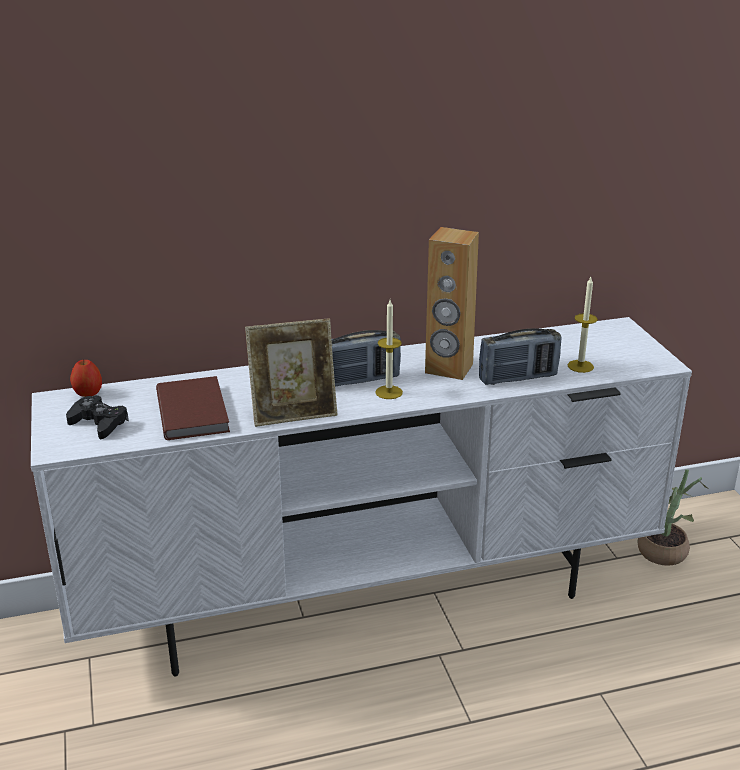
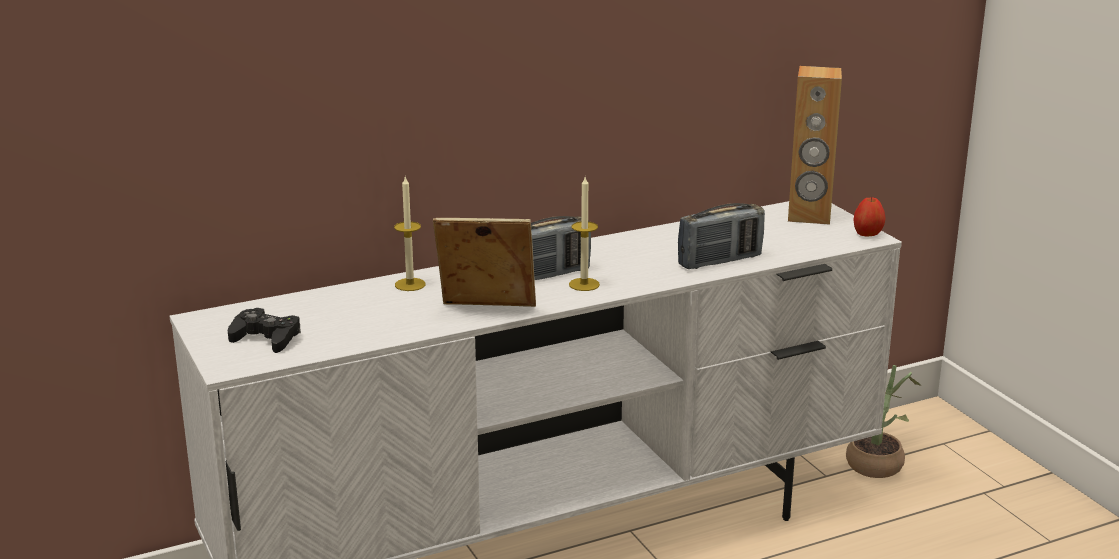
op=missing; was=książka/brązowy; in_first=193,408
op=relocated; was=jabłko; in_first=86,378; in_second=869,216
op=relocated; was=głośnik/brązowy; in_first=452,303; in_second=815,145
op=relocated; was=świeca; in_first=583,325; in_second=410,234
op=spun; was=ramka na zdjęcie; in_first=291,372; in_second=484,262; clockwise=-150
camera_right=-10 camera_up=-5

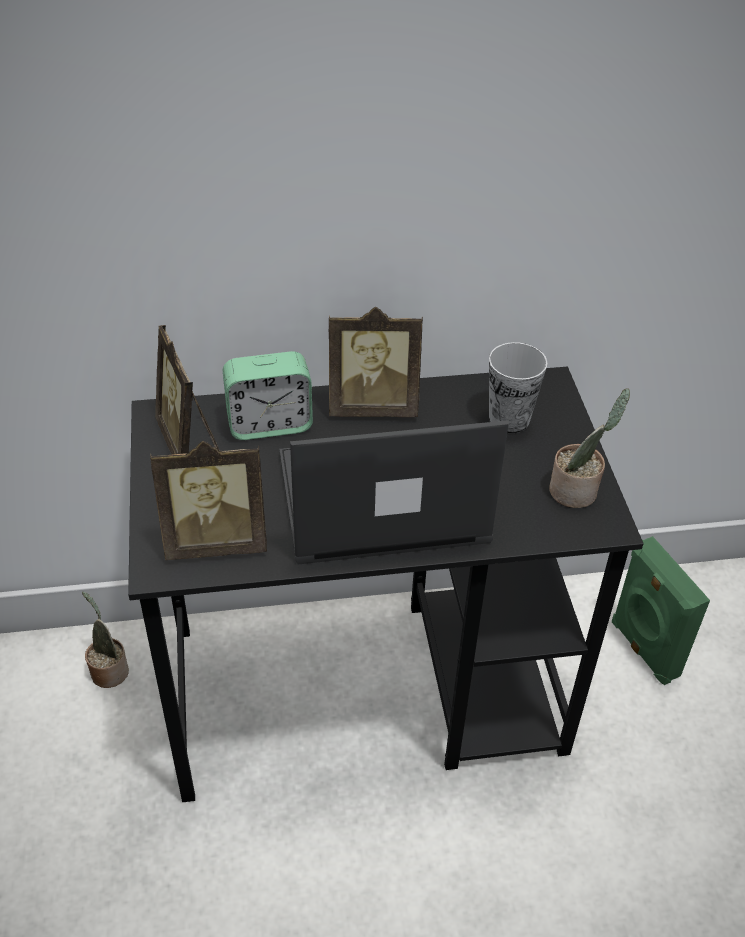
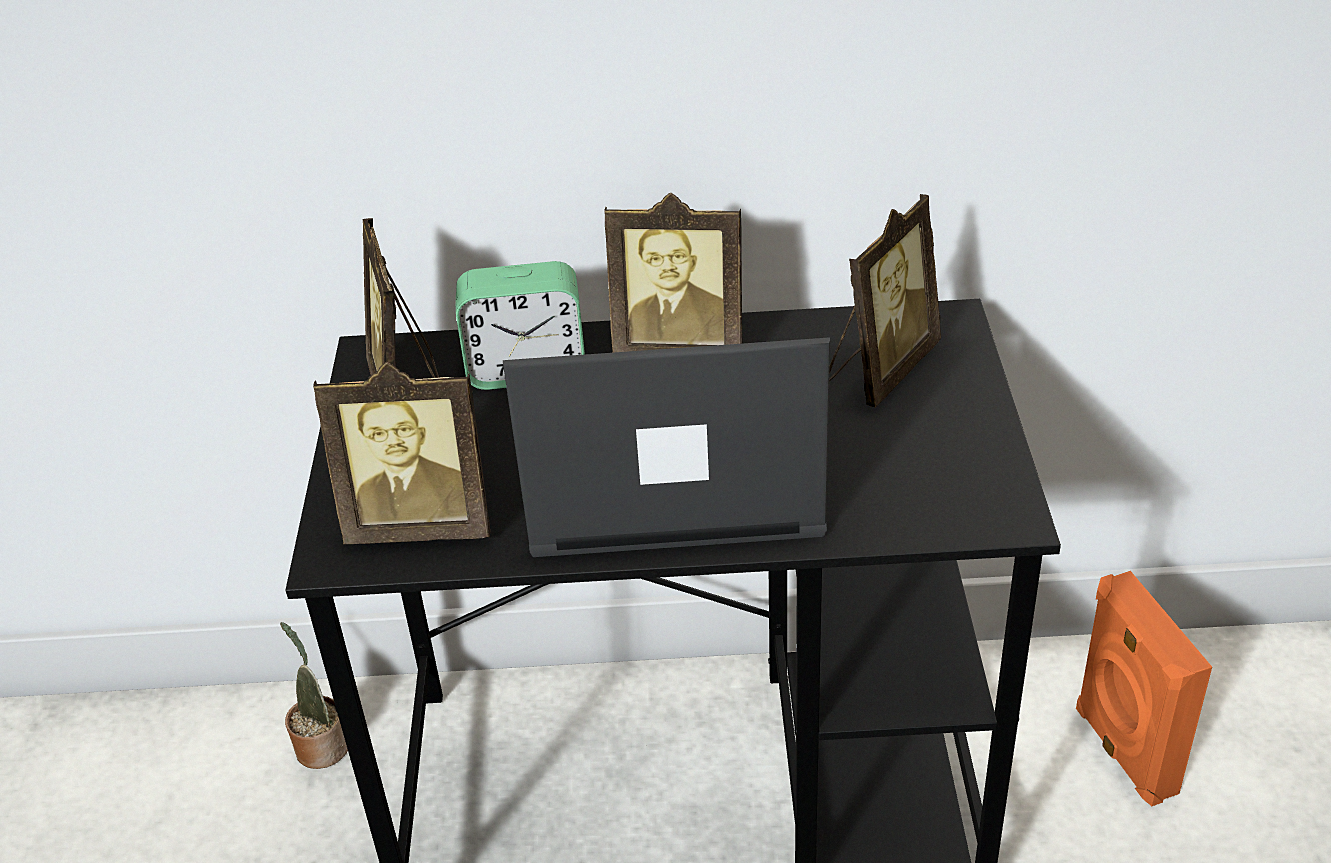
op=missing; was=roślina doniczkowa; in_first=589,448
op=exchanged; was=filiżanka; now=ramka na zdjęcie; in_first=518,387; in_second=885,300
op=colour; was=głośnik/zielony; now=głośnik/pomarańczowy; in_first=661,610; in_second=1144,688
camera_right=10 camera_up=-5

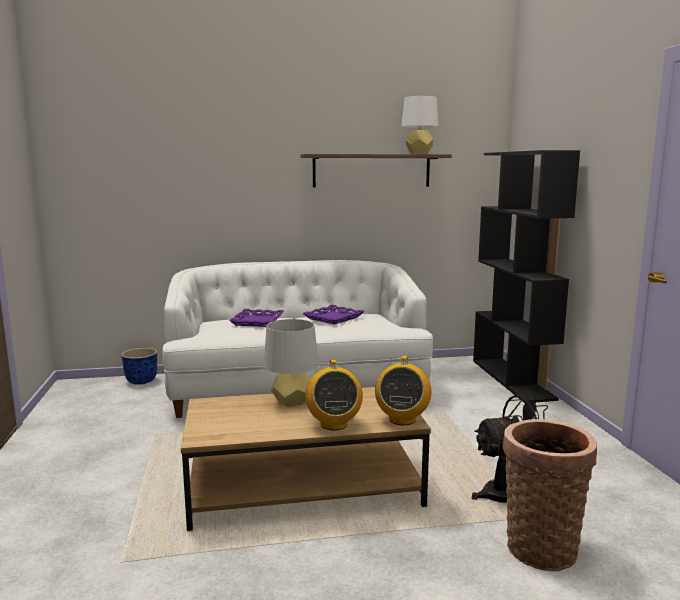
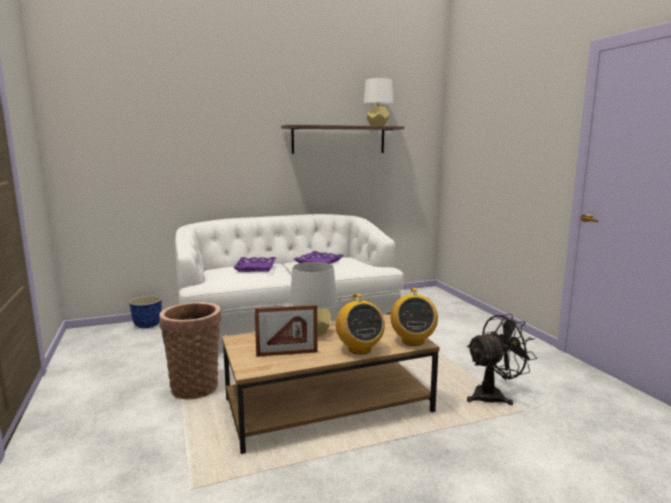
op=missing; was=regał/czarny; in_first=526,276
op=appeared; now=ramka na zdjęcie; in_second=286,331
op=relocated; was=koszyk; in_first=550,495; in_second=190,350
camera_right=-10 camera_up=0

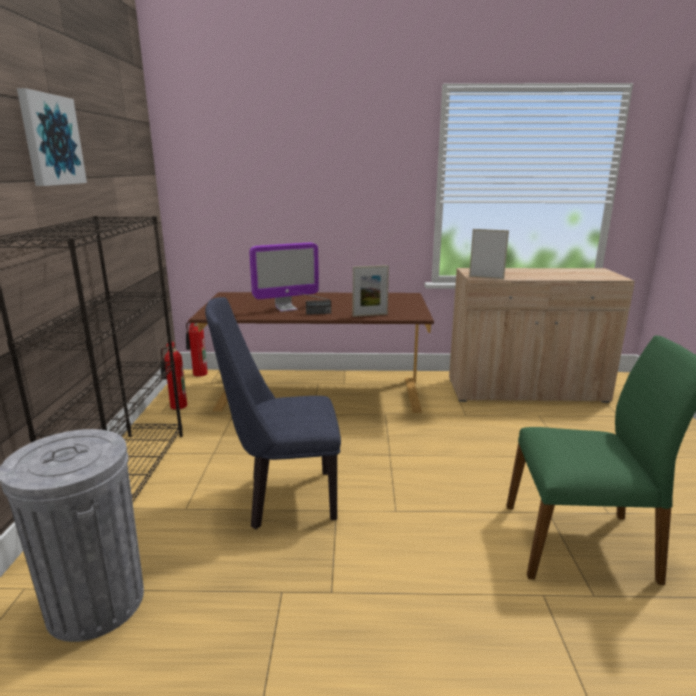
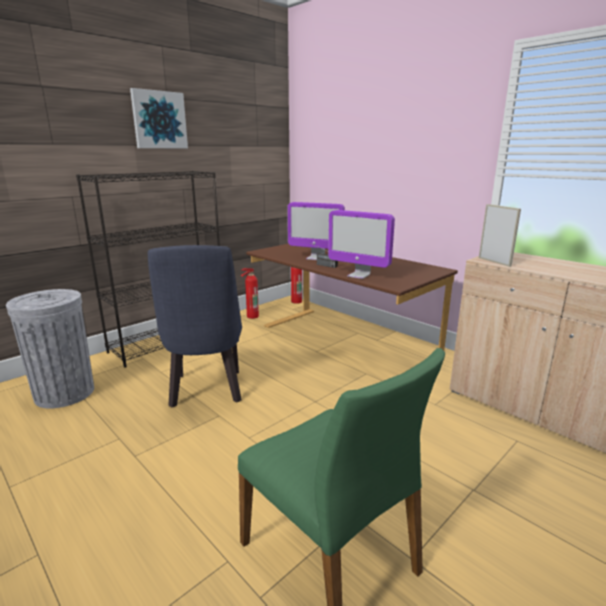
op=exchanged; was=ramka na zdjęcie; now=monitor; in_first=371,291; in_second=361,244
op=spun; was=krzesło/niebieski; in_first=273,413; in_second=195,326; clockwise=-135
camera_right=45 camera_up=0

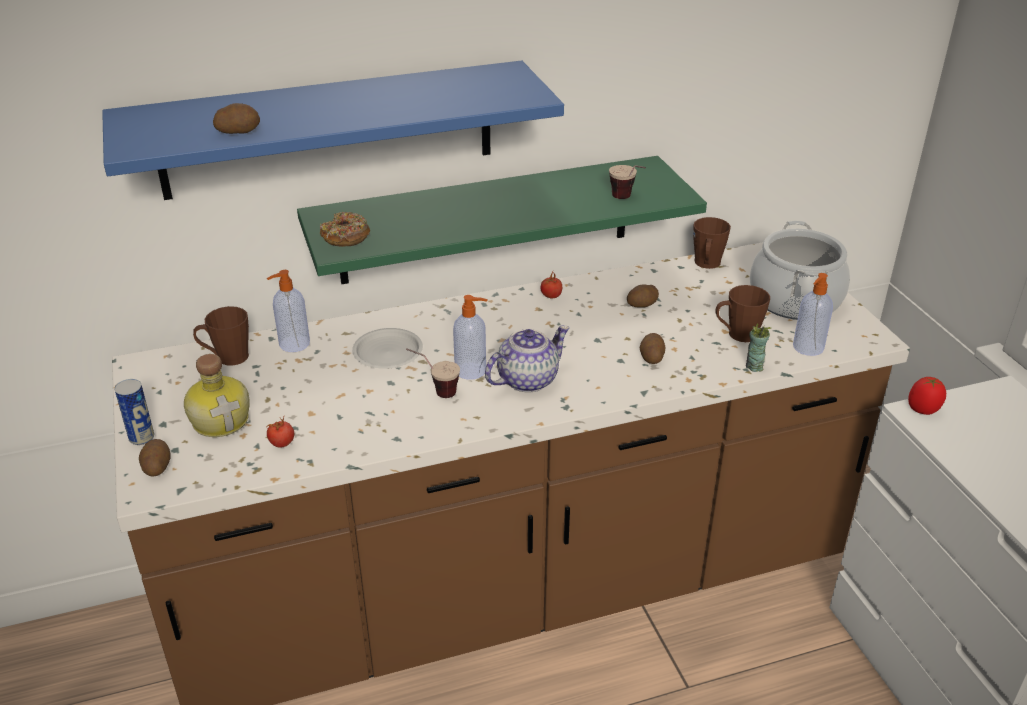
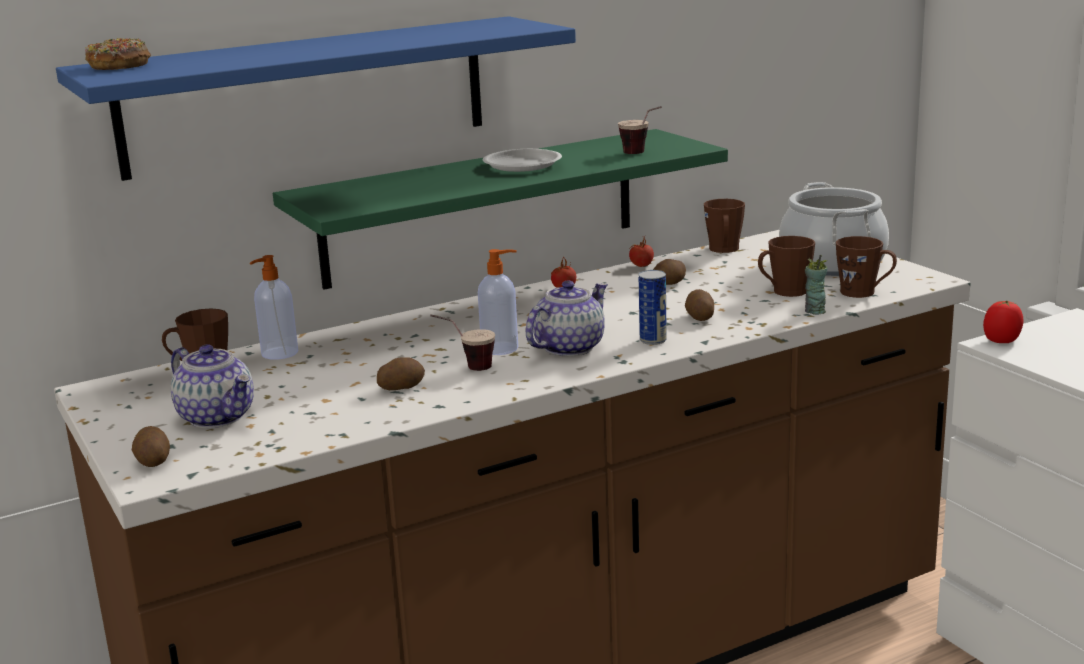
op=relocated; was=puszka; in_first=134,412; in_second=653,307
op=relocated; was=ziemniak; in_first=236,118; in_second=401,373
op=relocated; was=pomidor; in_first=280,432; in_second=641,252
op=relocated; was=donut; in_first=345,229; in_second=118,54
op=relocated; was=talerz/biały; in_first=387,348; in_second=522,160
op=exchanged; was=butelka; now=imbryk; in_first=217,395; in_second=212,386
op=exchanged; was=dozownik mydła; now=kubek/brązowy; in_first=813,314; in_second=866,267
camera_right=-10 camera_up=-15

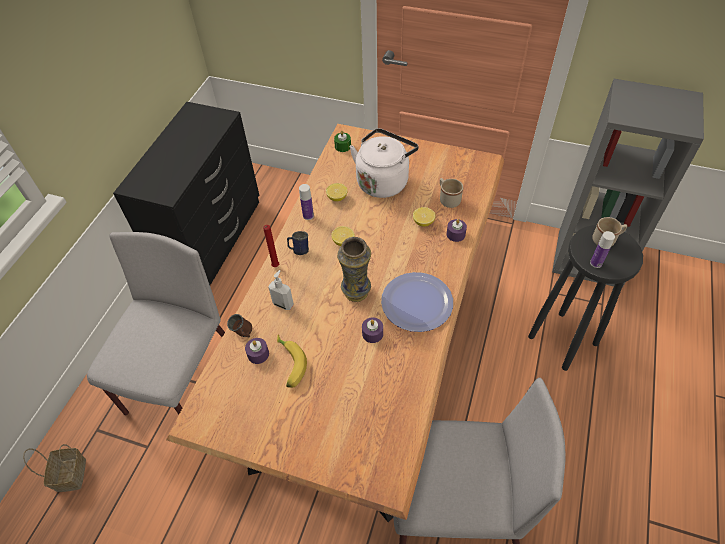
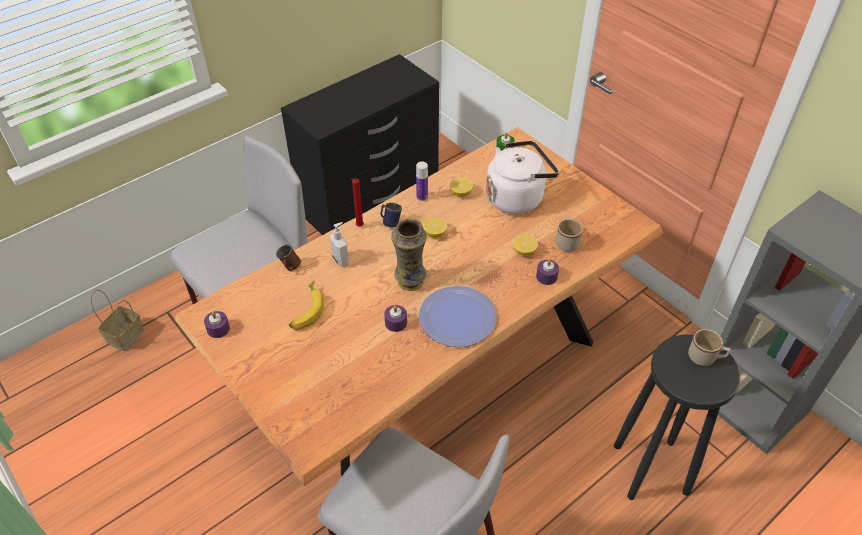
op=missing; was=butelka; in_first=602,249
op=relocated; was=świeca/fioletowy; in_first=257,351; in_second=217,324
camera_right=30 camera_up=-5

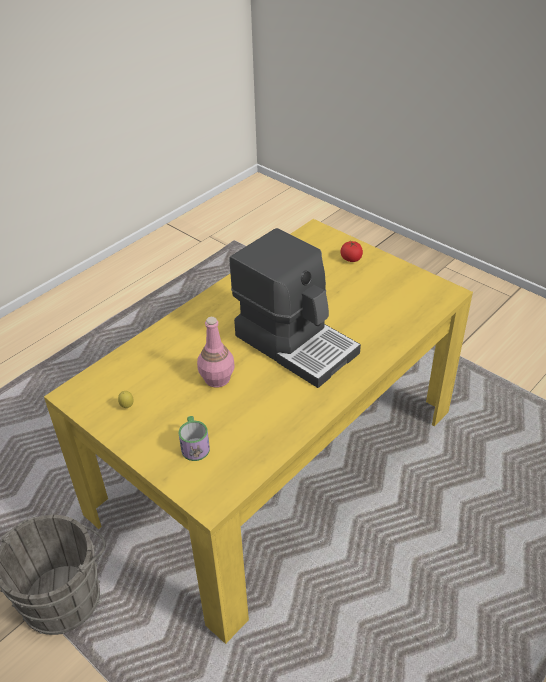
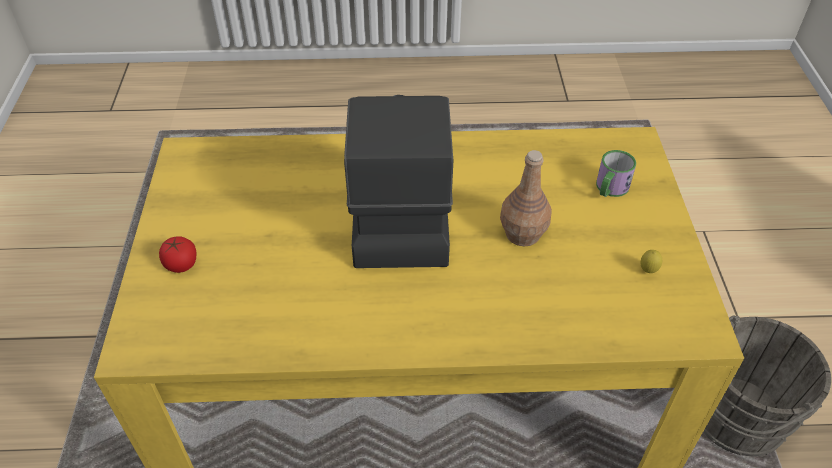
op=colour; was=butelka/różowy; now=butelka/brązowy; in_first=216,352; in_second=526,198
camera_right=-135 camera_up=5

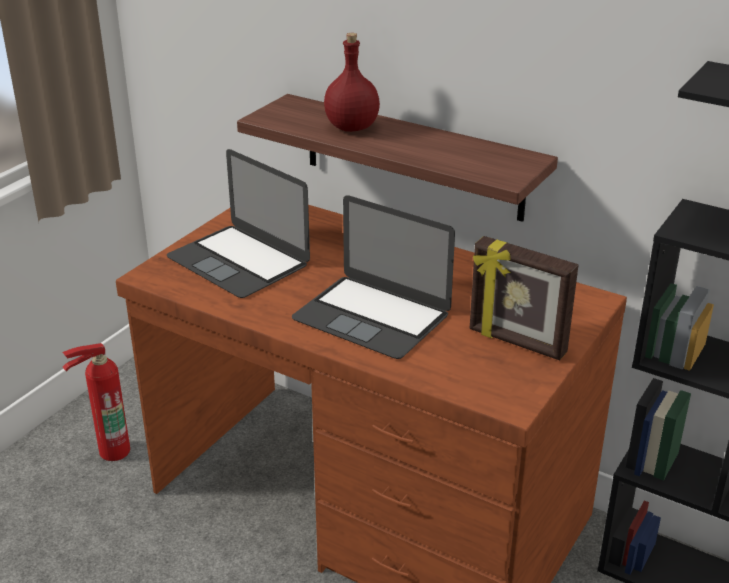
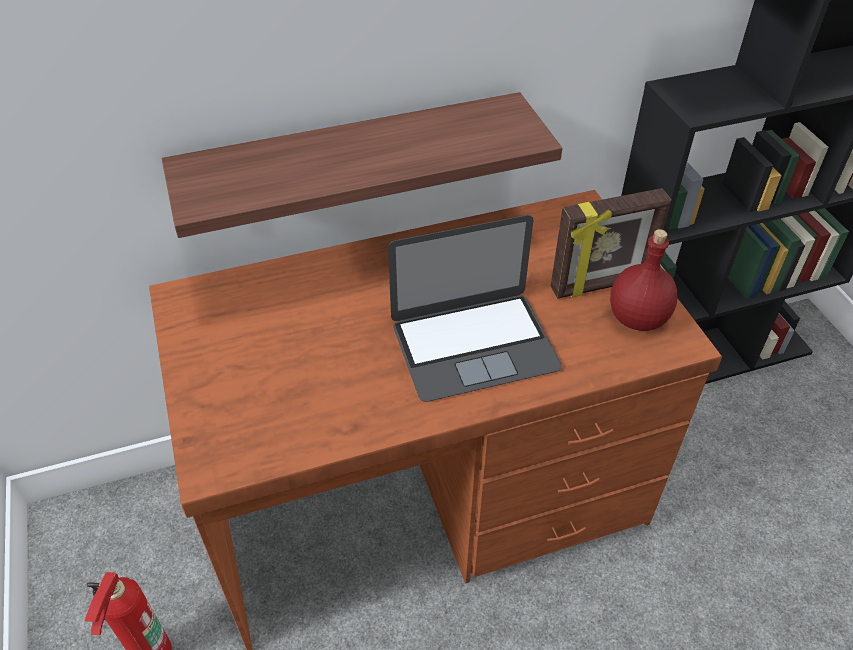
op=missing; was=laptop; in_first=238,223
op=relocated; was=butelka/czerwony; in_first=352,82; in_second=643,280
camera_right=-50 camera_up=15

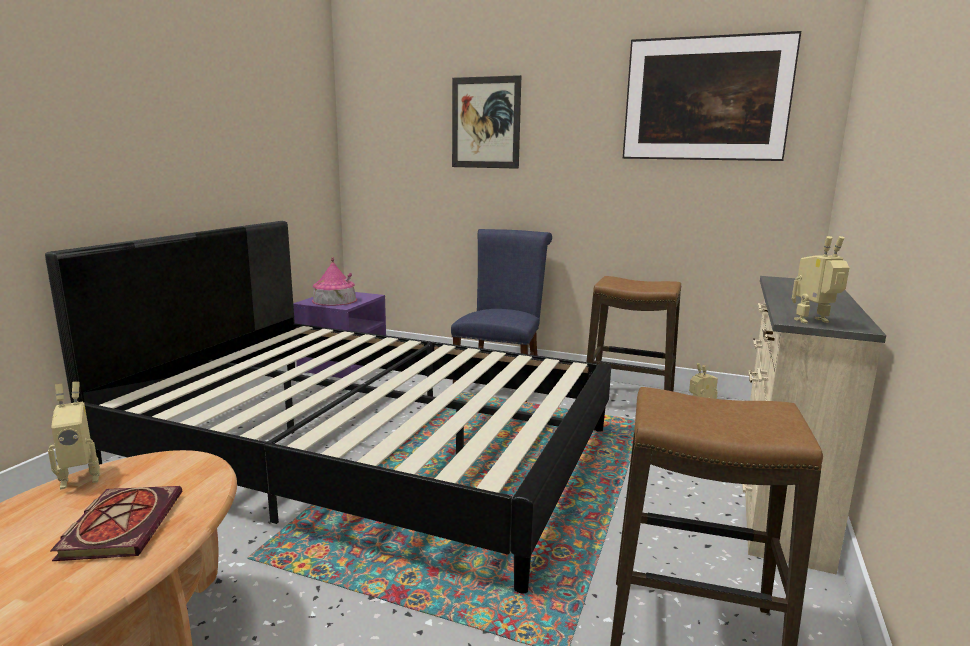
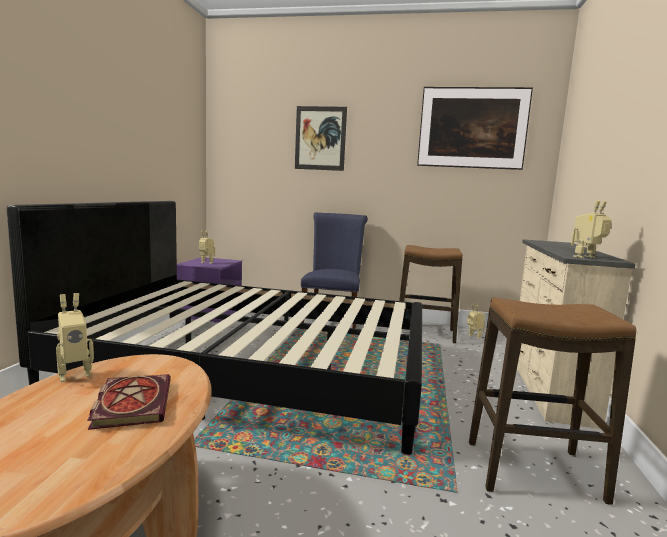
op=exchanged; was=domek; now=robot zabawkowy; in_first=334,281; in_second=207,247
camera_right=-10 camera_up=-5

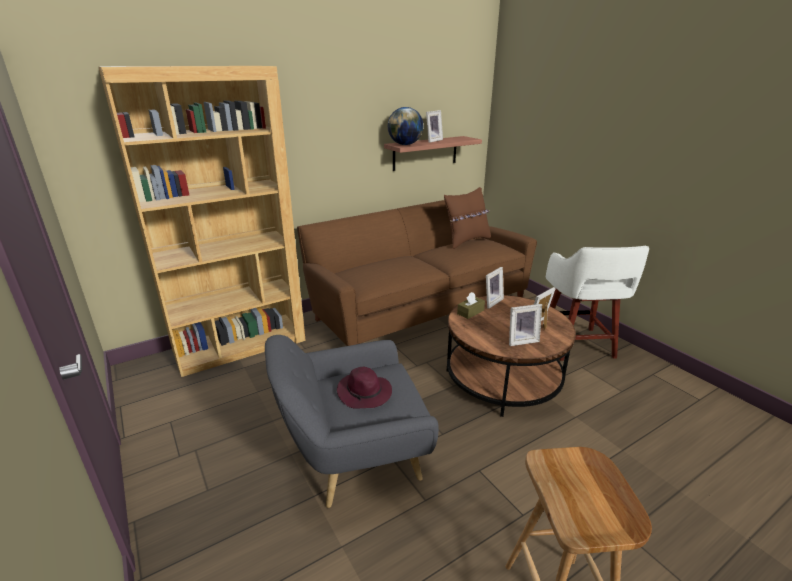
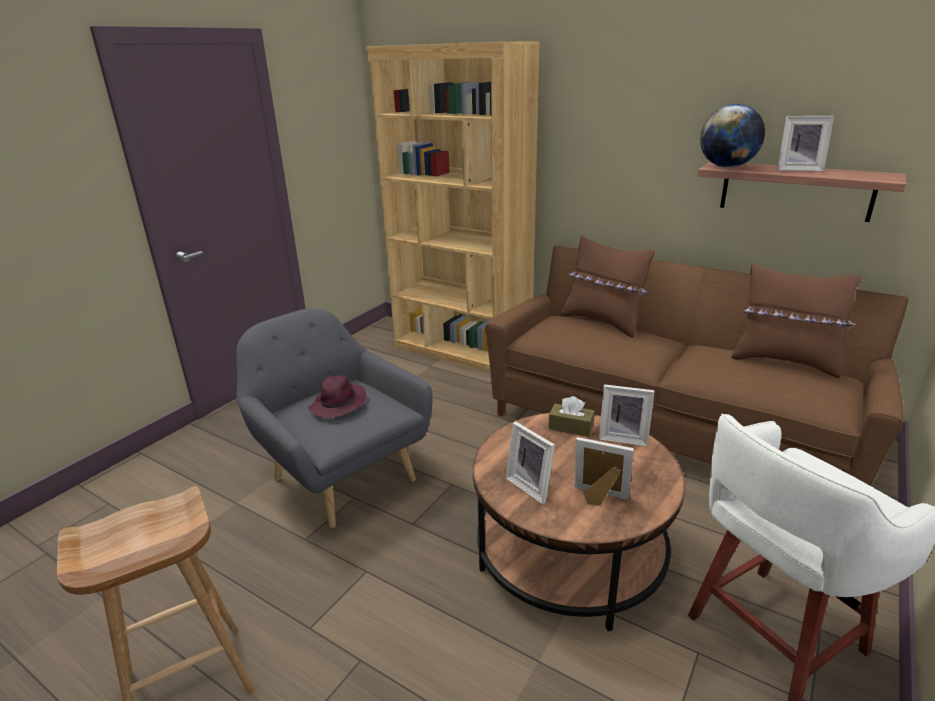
op=appeared; now=poduszka/brązowy; in_second=608,287
camera_right=65 camera_up=0

